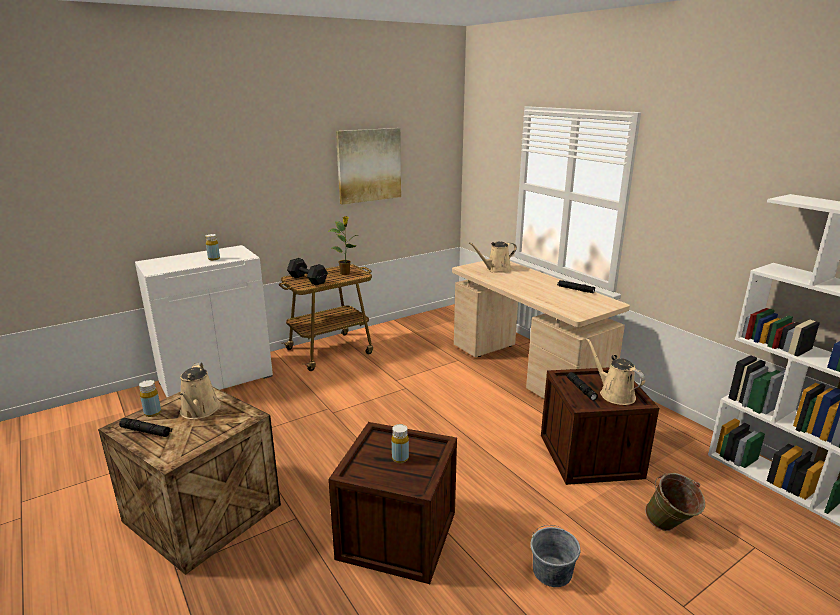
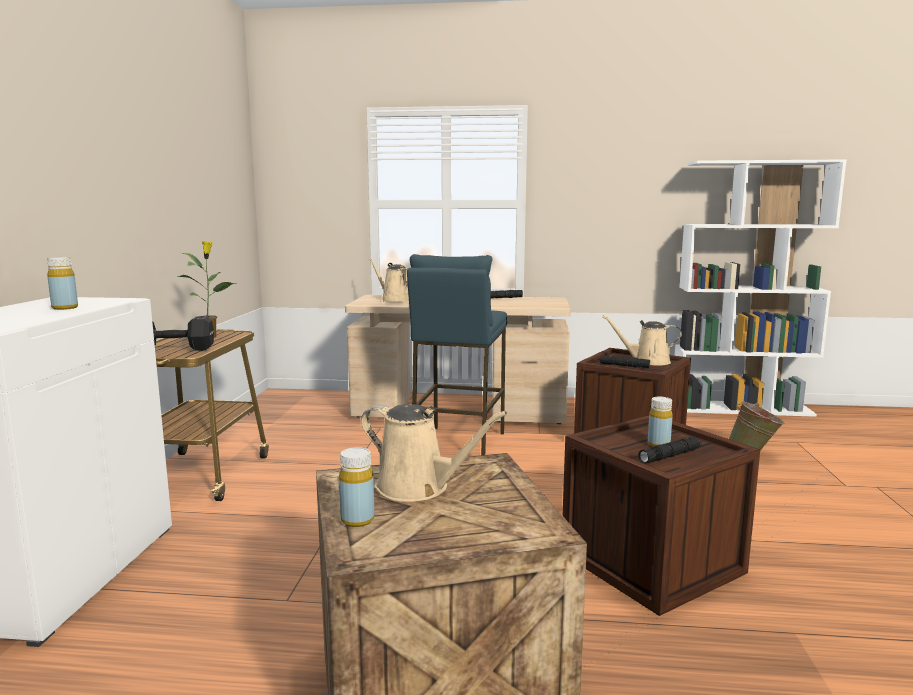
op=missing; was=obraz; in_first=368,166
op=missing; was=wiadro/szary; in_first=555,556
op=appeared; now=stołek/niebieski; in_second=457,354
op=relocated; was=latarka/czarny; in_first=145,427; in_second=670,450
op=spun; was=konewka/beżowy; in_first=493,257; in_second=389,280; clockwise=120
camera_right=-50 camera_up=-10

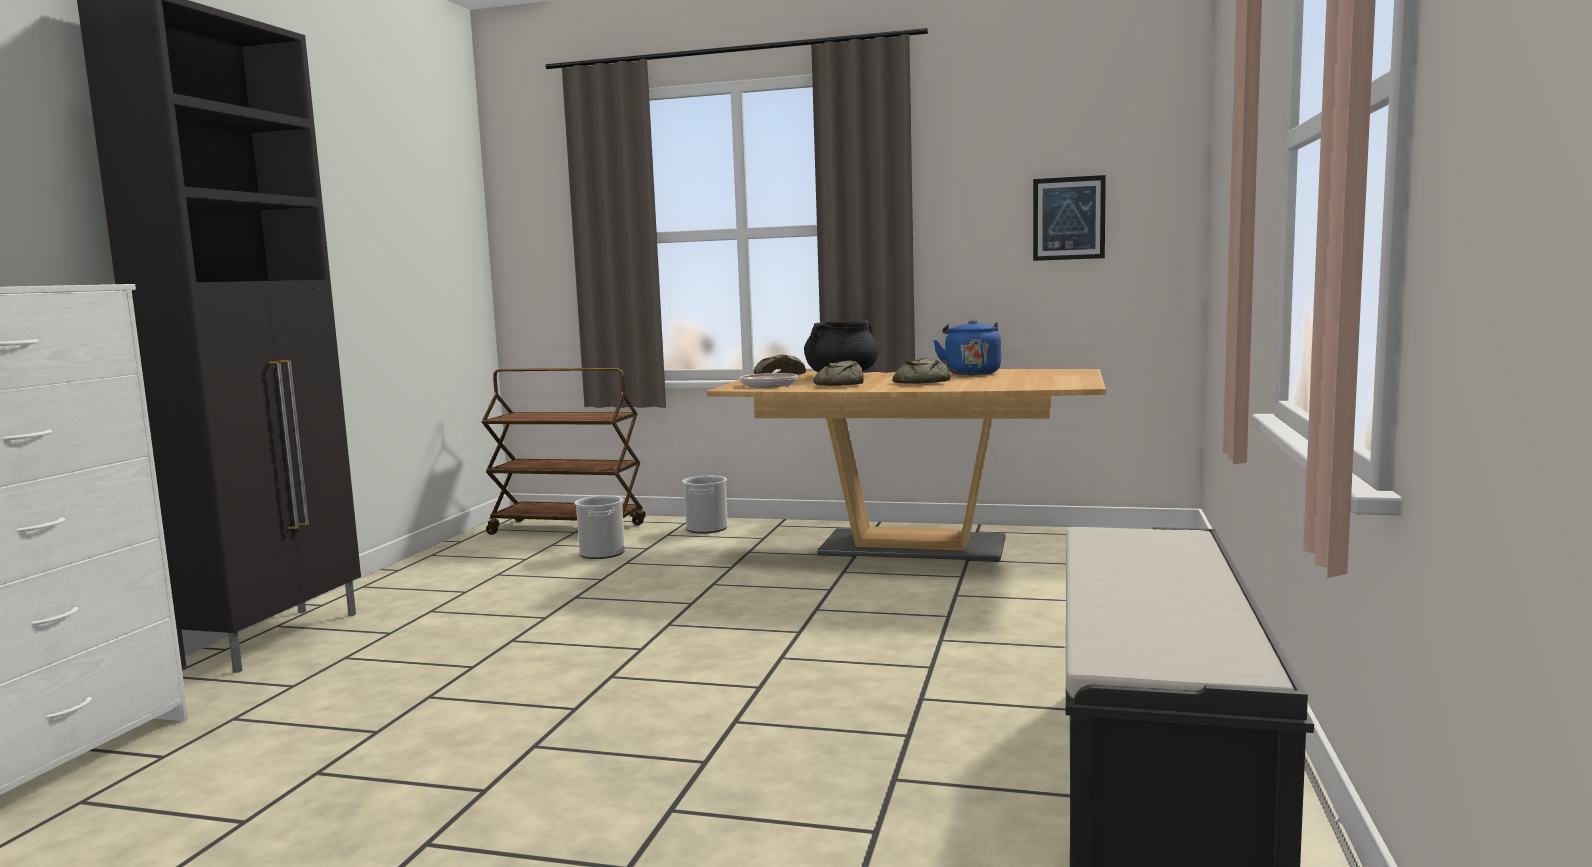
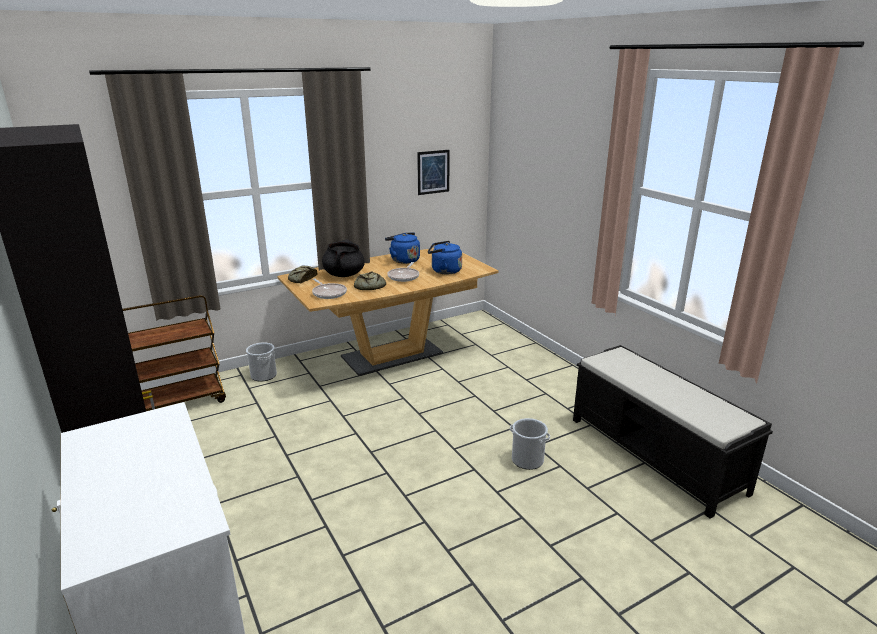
op=appeared; now=czajnik/niebieski; in_second=445,258
op=relocated; was=wiadro; in_first=599,527; in_second=530,444
op=exchanged; was=chleb; now=patelnia; in_first=921,371; in_second=403,272
camera_right=-45 camera_up=15

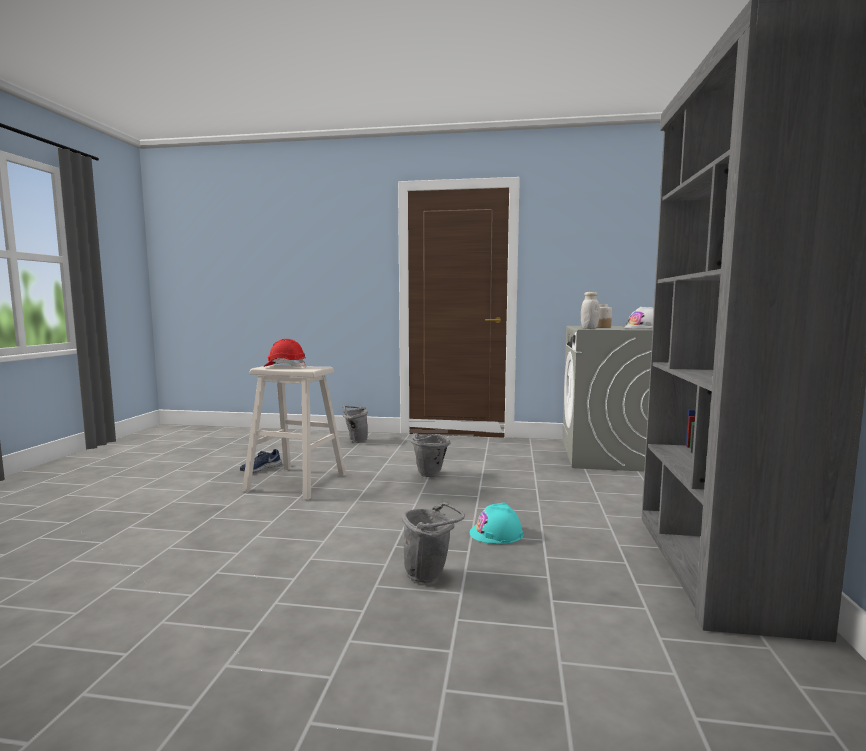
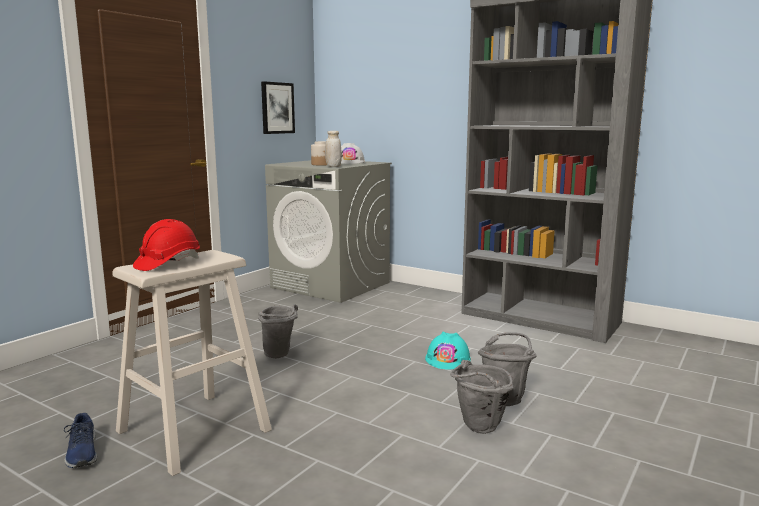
op=appeared; now=obraz; in_second=278,107
op=relocated; was=wiadro/szary; in_first=354,424; in_second=482,397
camera_right=-65 camera_up=5

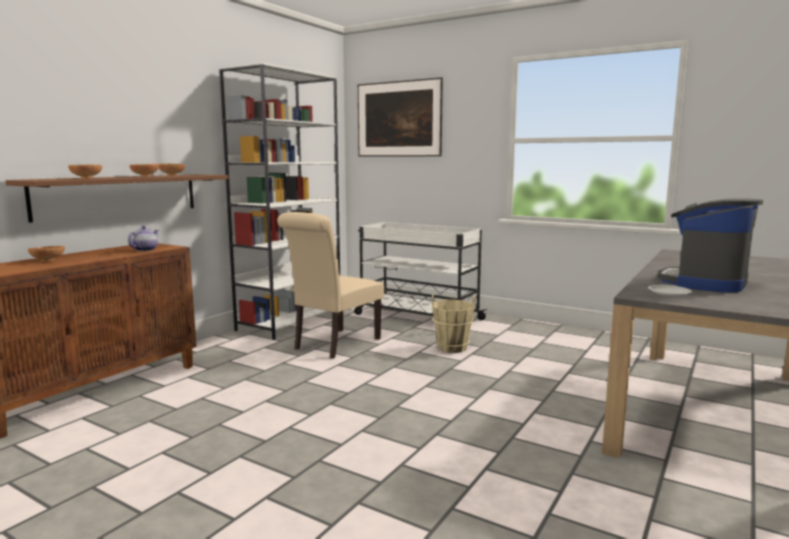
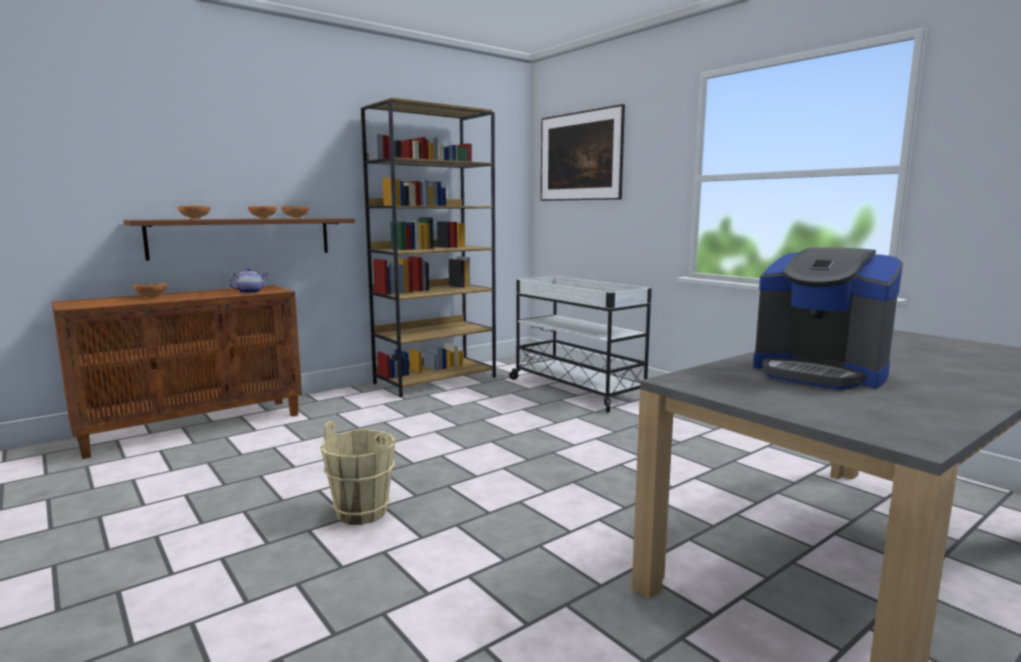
op=missing; was=krzesło/beżowy; in_first=330,285
op=missing; was=talerz/biały; in_first=670,290
op=relocated; was=wiadro/beżowy; in_first=453,323; in_second=358,473
op=colour; was=regał/biały; now=regał/brązowy; in_first=279,201; in_second=428,247
op=spun; was=ekspres do kawy; in_first=710,245; in_second=828,318; clockwise=-105
camera_right=20 camera_up=0

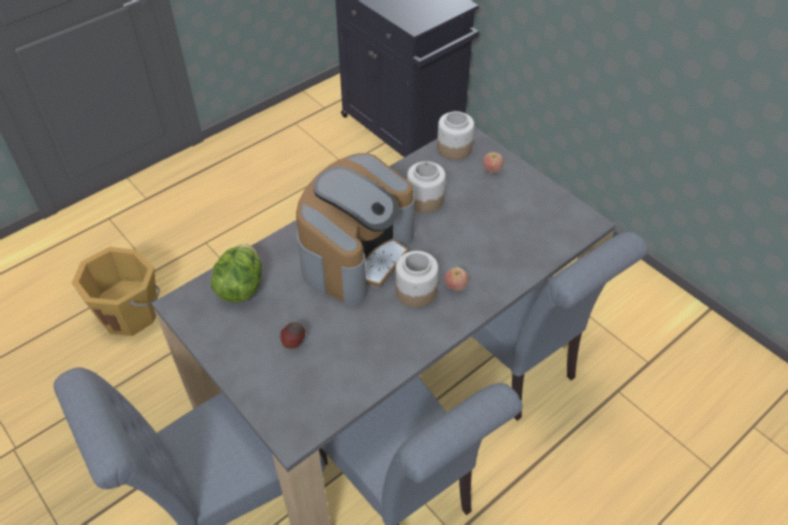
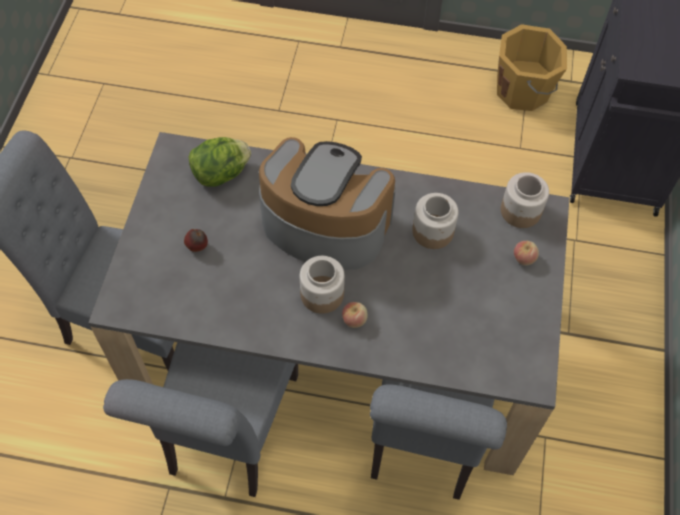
op=relocated; was=wiadro/pomarańczowy; in_first=116,291; in_second=532,67
op=spun; was=ekspres do kawy; in_first=355,229; in_second=327,203; clockwise=-150
camera_right=50 camera_up=10

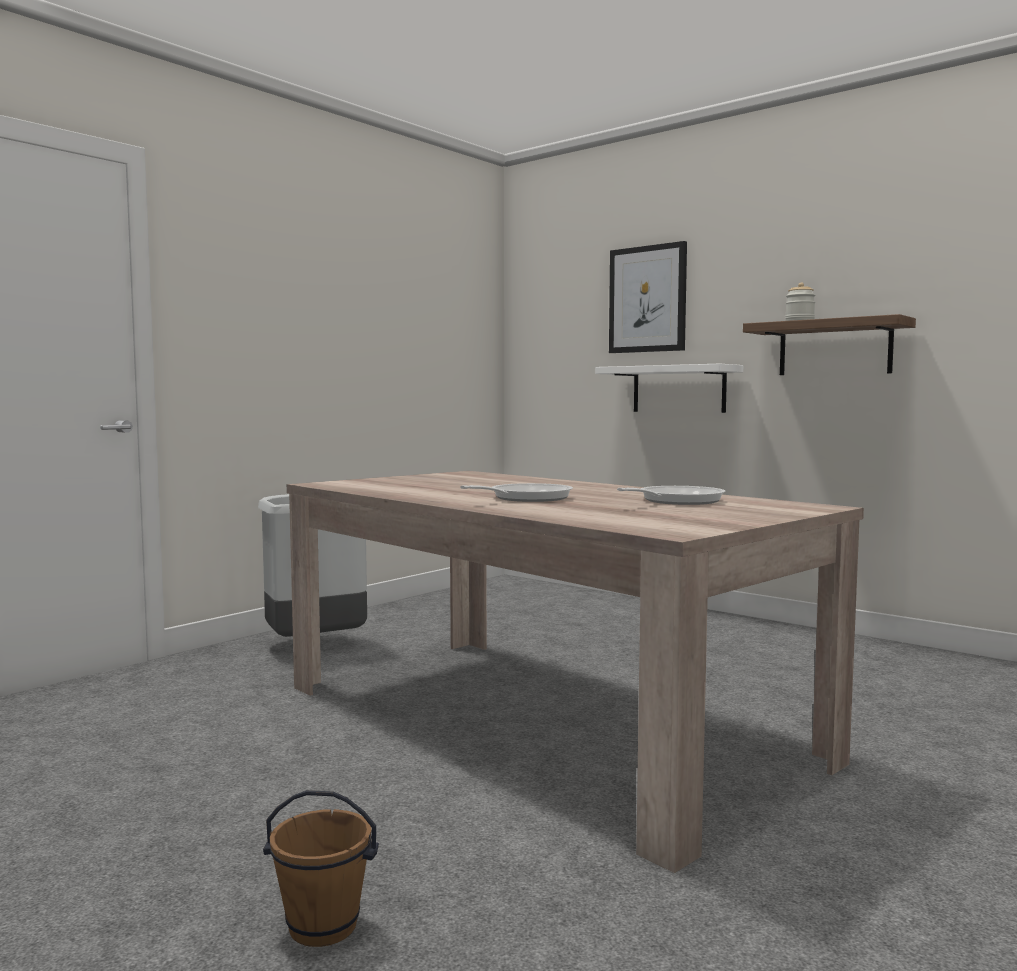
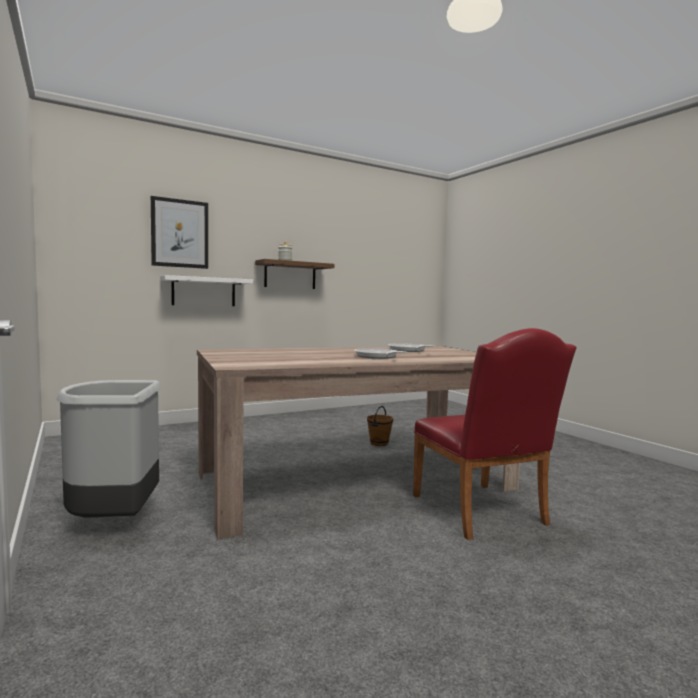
op=appeared; now=krzesło/czerwony; in_second=495,434
op=relocated; was=wiadro/brązowy; in_first=321,868; in_second=380,426
camera_right=-70 camera_up=0

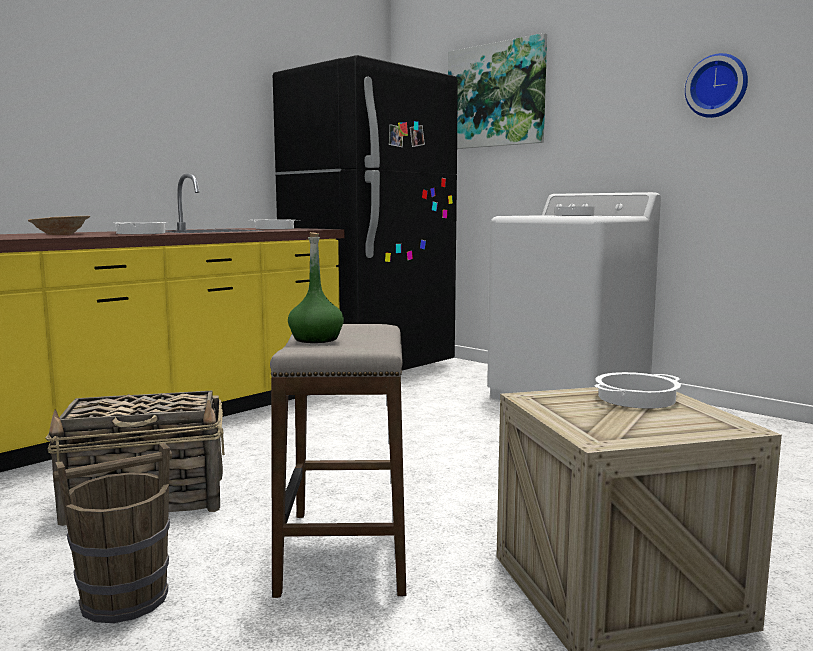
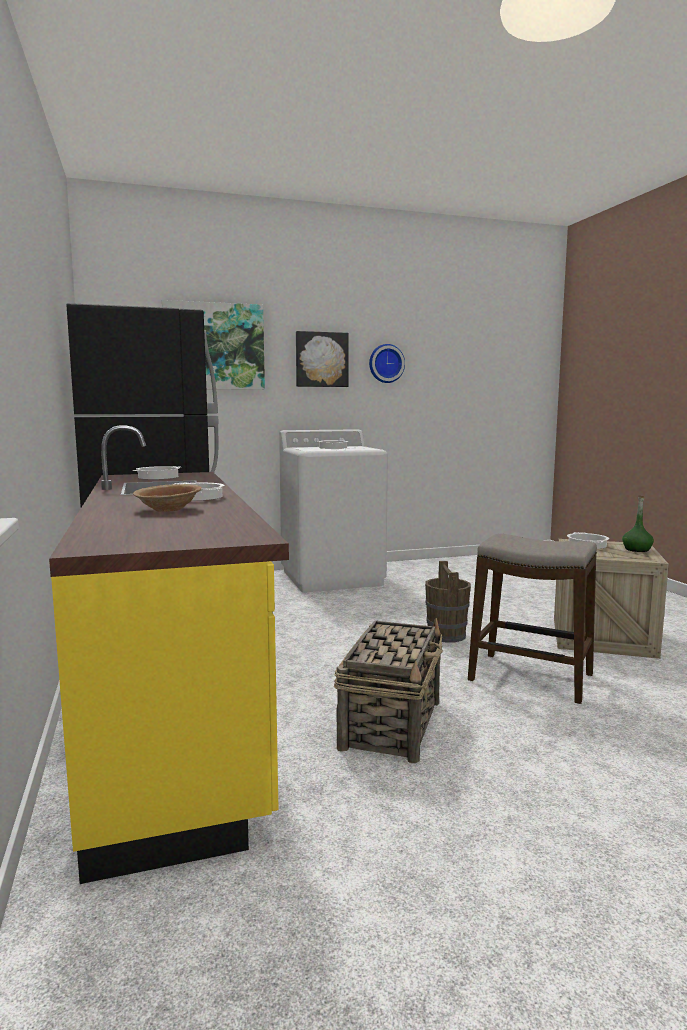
op=appeared; now=obraz; in_second=322,359
op=relocated; was=wiadro/brązowy; in_first=112,533; in_second=448,602
op=relocated; was=butelka/zielony; in_first=316,287; in_second=638,524
camera_right=-60 camera_up=0

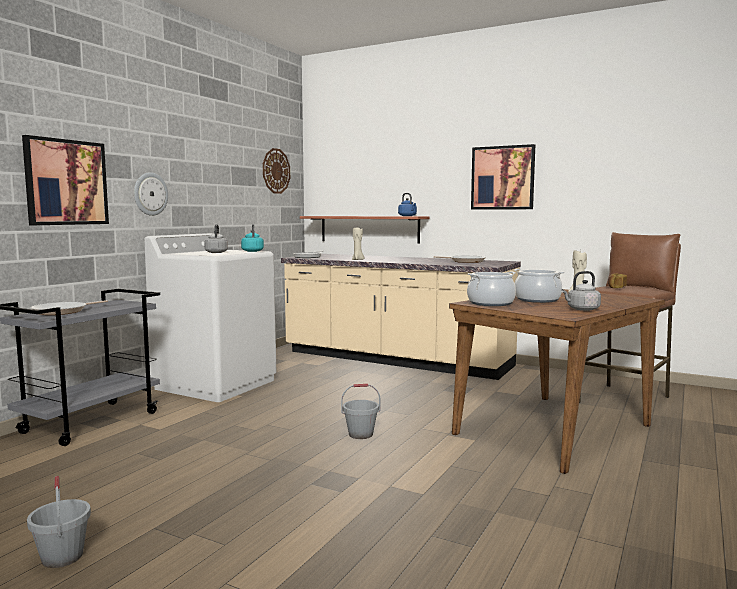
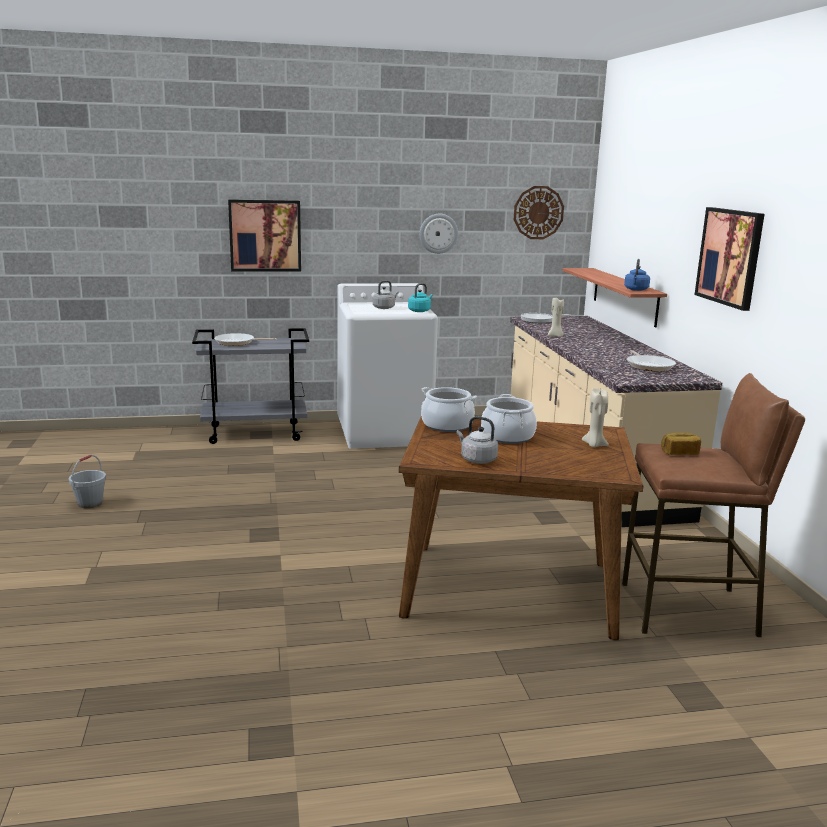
op=missing; was=wiadro/szary; in_first=361,411
op=relocated; was=zegar ścienny; in_first=151,194; in_second=439,234
camera_right=50 camera_up=10

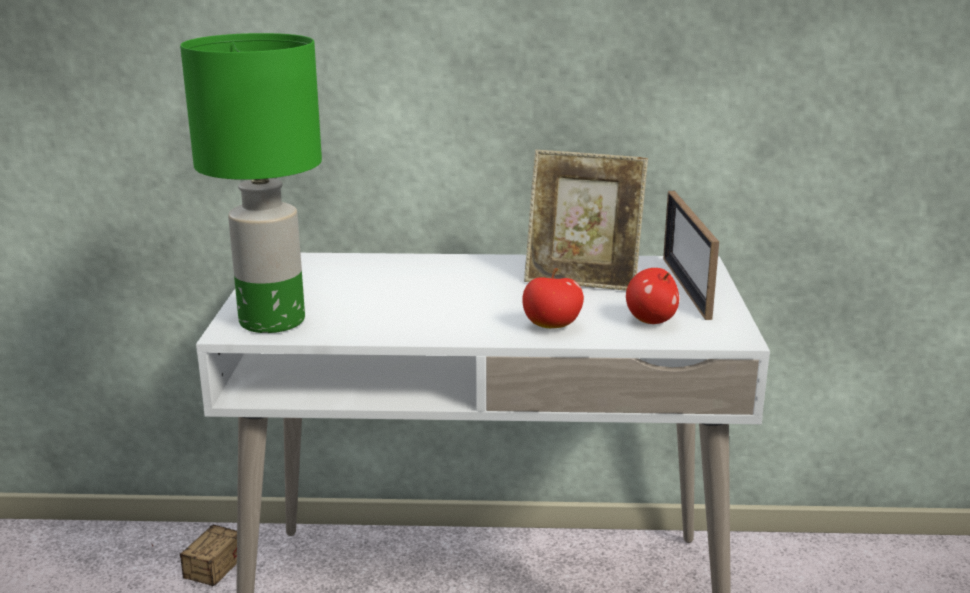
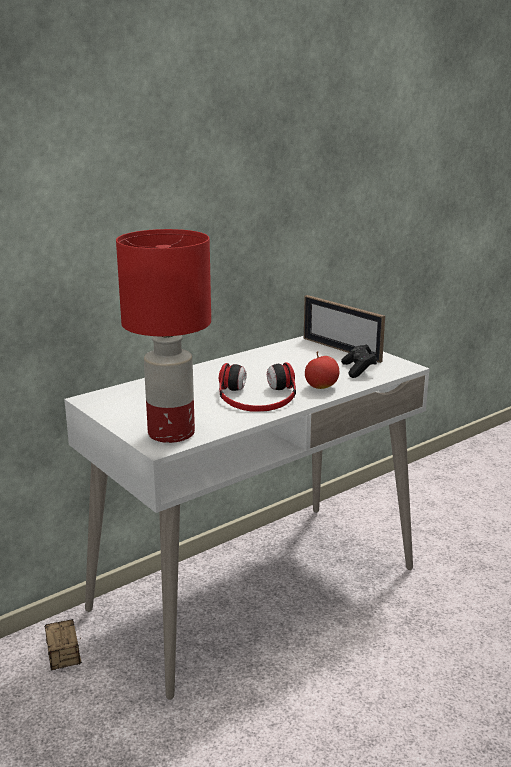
op=missing; was=ramka na zdjęcie; in_first=586,220
op=appeared; now=słuchawki; in_second=257,387
op=exchanged; was=jabłko; now=pad do gier/czarny; in_first=652,296; in_second=359,361
op=colour; was=lampa stołowa/zielony; now=lampa stołowa/czerwony; in_first=251,183; in_second=163,336
camera_right=-40 camera_up=0

